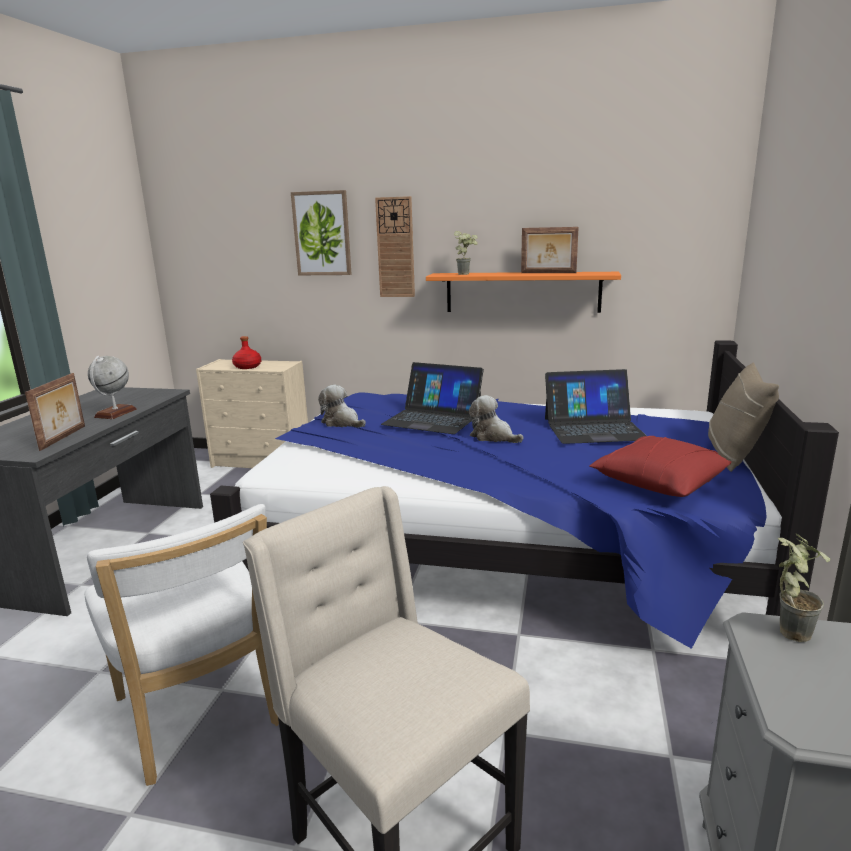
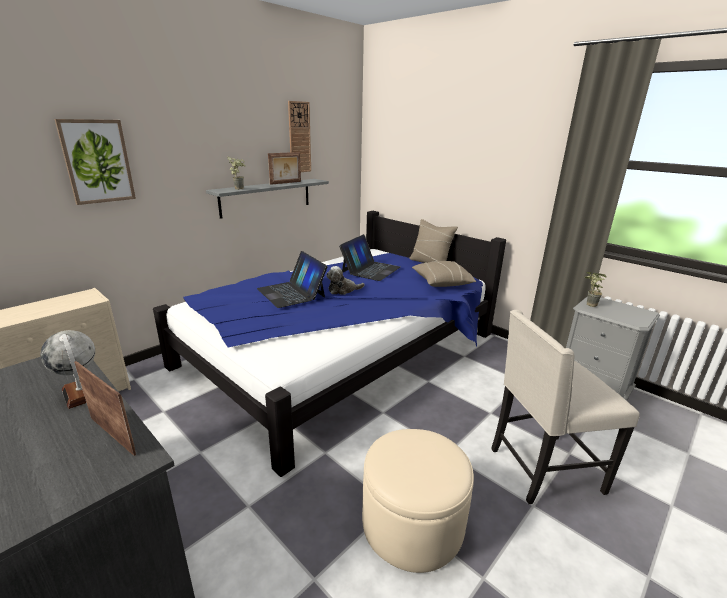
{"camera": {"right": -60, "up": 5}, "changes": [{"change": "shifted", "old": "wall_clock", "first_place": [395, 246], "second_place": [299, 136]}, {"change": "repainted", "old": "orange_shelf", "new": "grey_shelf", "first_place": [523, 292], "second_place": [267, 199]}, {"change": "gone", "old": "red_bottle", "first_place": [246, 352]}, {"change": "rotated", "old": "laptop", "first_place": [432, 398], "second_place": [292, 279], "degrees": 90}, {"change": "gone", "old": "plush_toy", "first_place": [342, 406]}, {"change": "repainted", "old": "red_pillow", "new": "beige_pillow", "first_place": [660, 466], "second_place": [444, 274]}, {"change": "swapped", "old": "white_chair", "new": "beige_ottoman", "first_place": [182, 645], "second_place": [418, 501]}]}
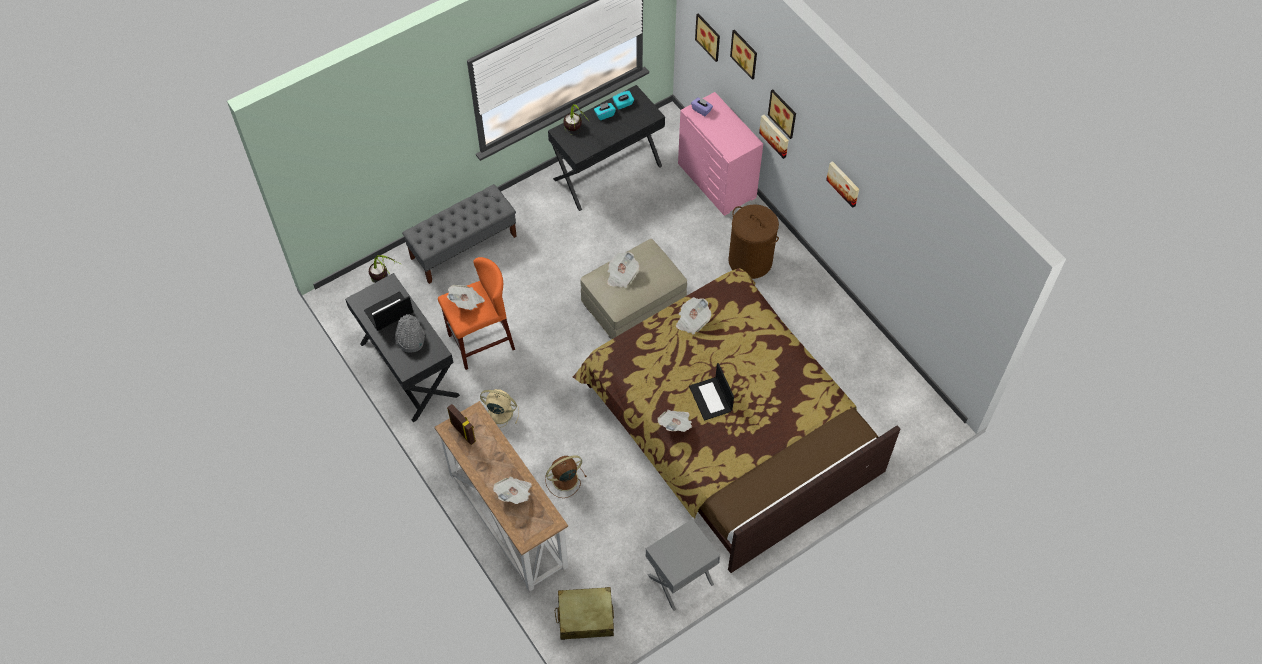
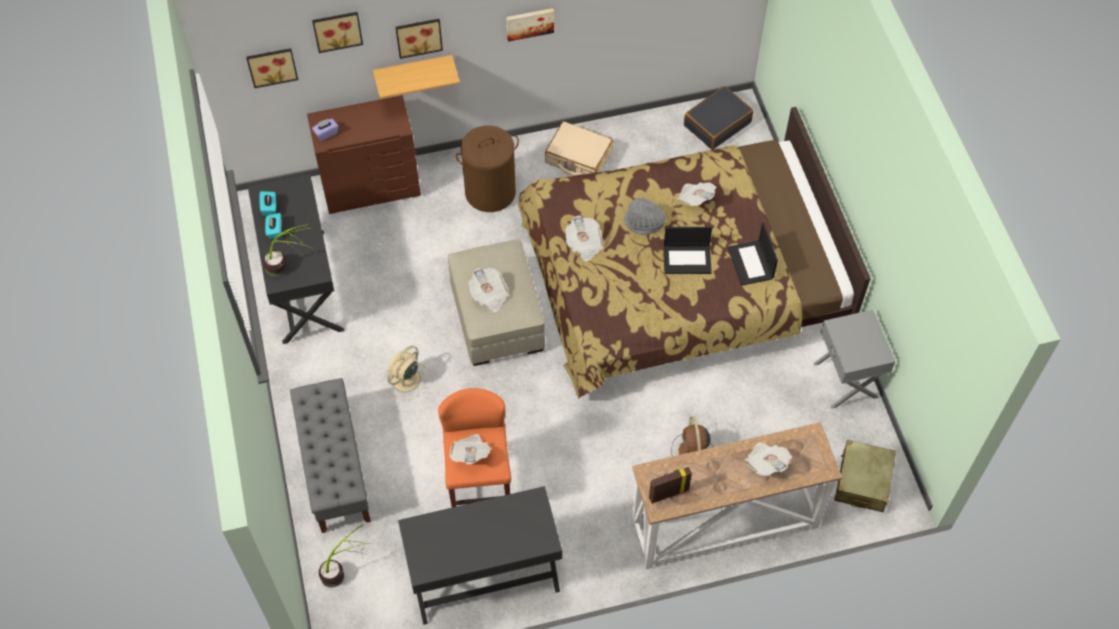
{"camera": {"right": -70, "up": 0}, "changes": [{"change": "repainted", "old": "pink_dresser", "new": "brown_dresser", "first_place": [720, 154], "second_place": [364, 154]}, {"change": "swapped", "old": "picture", "new": "shelf", "first_place": [774, 137], "second_place": [416, 77]}, {"change": "shifted", "old": "laptop", "first_place": [388, 311], "second_place": [753, 254]}, {"change": "shifted", "old": "grey_hat", "first_place": [410, 333], "second_place": [645, 216]}, {"change": "shifted", "old": "beige_fan", "first_place": [499, 408], "second_place": [405, 373]}, {"change": "shifted", "old": "newspaper", "first_place": [674, 421], "second_place": [696, 194]}, {"change": "new", "new": "black_suitcase", "second_place": [719, 118]}, {"change": "new", "new": "beige_suitcase", "second_place": [579, 148]}]}
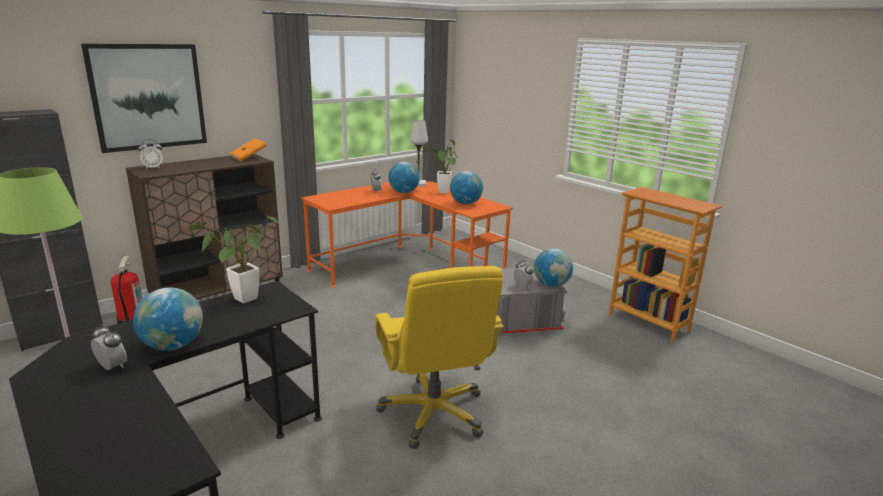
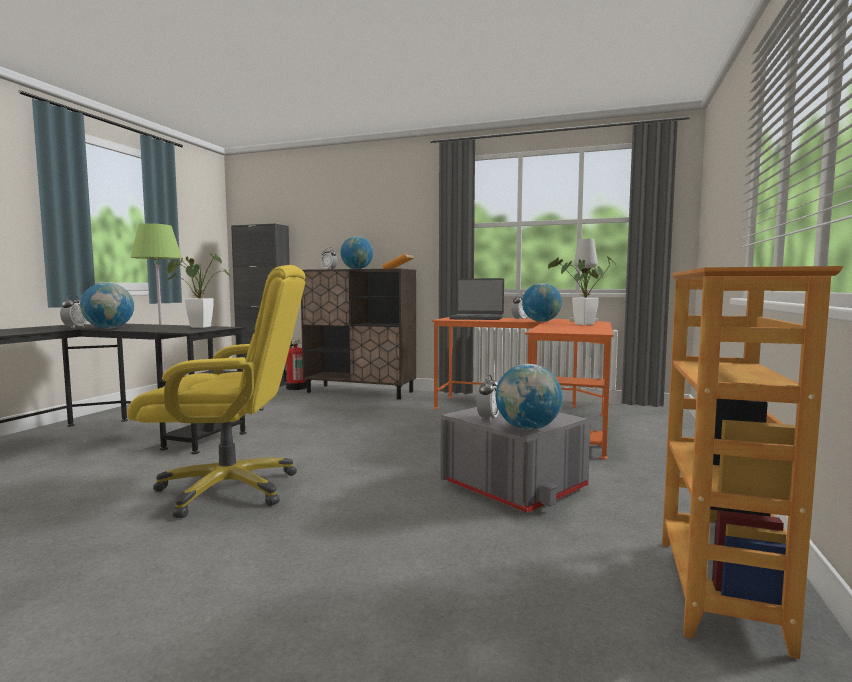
{"camera": {"right": 60, "up": -15}, "changes": [{"change": "gone", "old": "picture", "first_place": [144, 98]}, {"change": "shifted", "old": "globe", "first_place": [466, 187], "second_place": [356, 252]}, {"change": "rotated", "old": "yellow_office_chair", "first_place": [439, 357], "second_place": [216, 391], "degrees": -135}, {"change": "new", "new": "laptop", "second_place": [476, 299]}]}
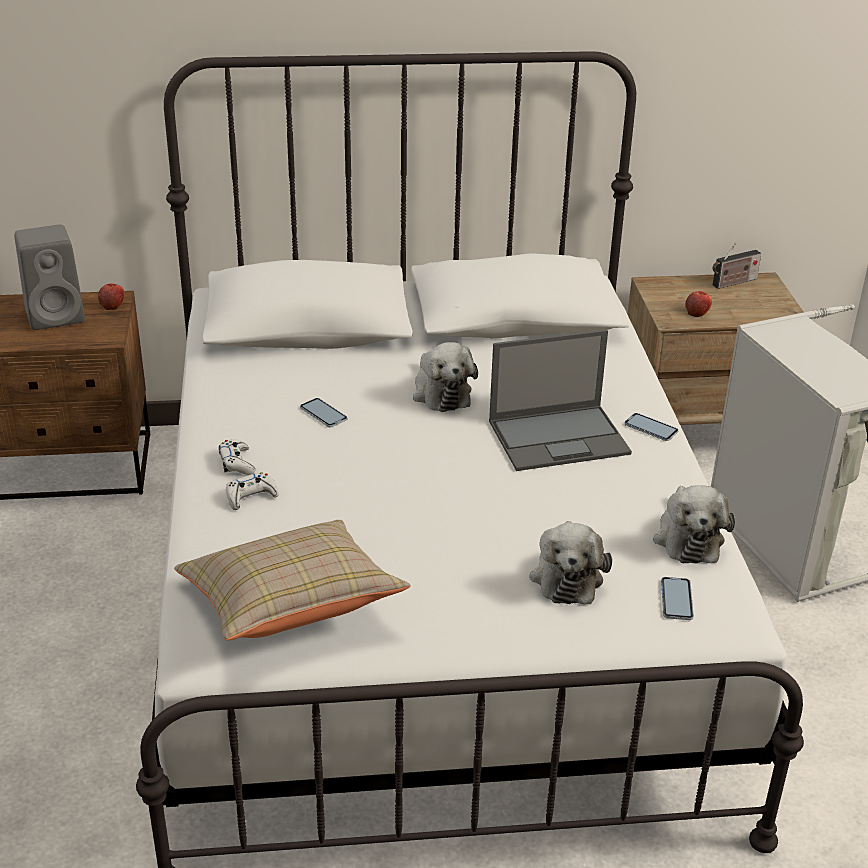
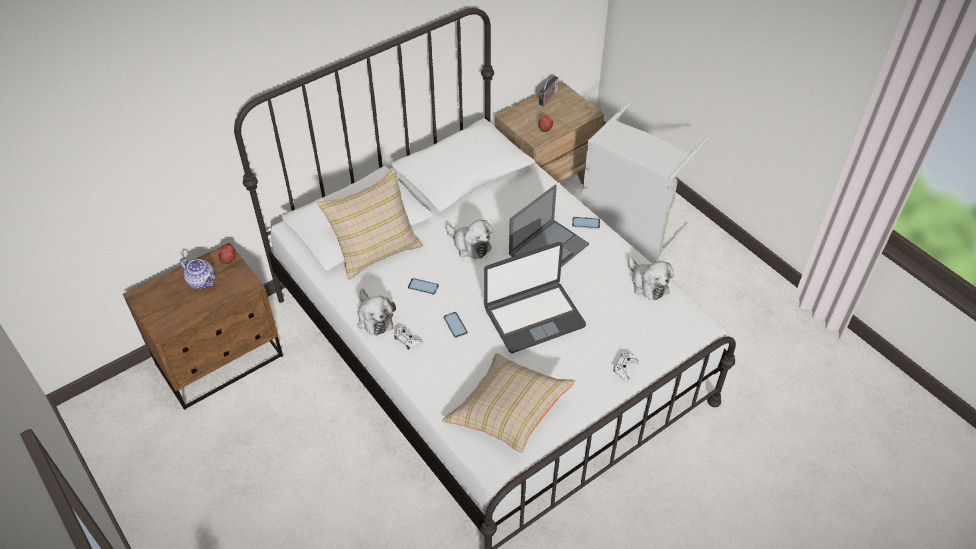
{"camera": {"right": -30, "up": 15}, "changes": [{"change": "swapped", "old": "grey_speaker", "new": "teapot", "first_place": [49, 277], "second_place": [197, 273]}, {"change": "shifted", "old": "white_game_controller", "first_place": [252, 491], "second_place": [626, 367]}, {"change": "shifted", "old": "plush_toy", "first_place": [571, 562], "second_place": [376, 312]}, {"change": "shifted", "old": "phone", "first_place": [677, 598], "second_place": [456, 325]}, {"change": "new", "new": "beige_pillow", "second_place": [370, 224]}, {"change": "new", "new": "laptop", "second_place": [535, 297]}]}
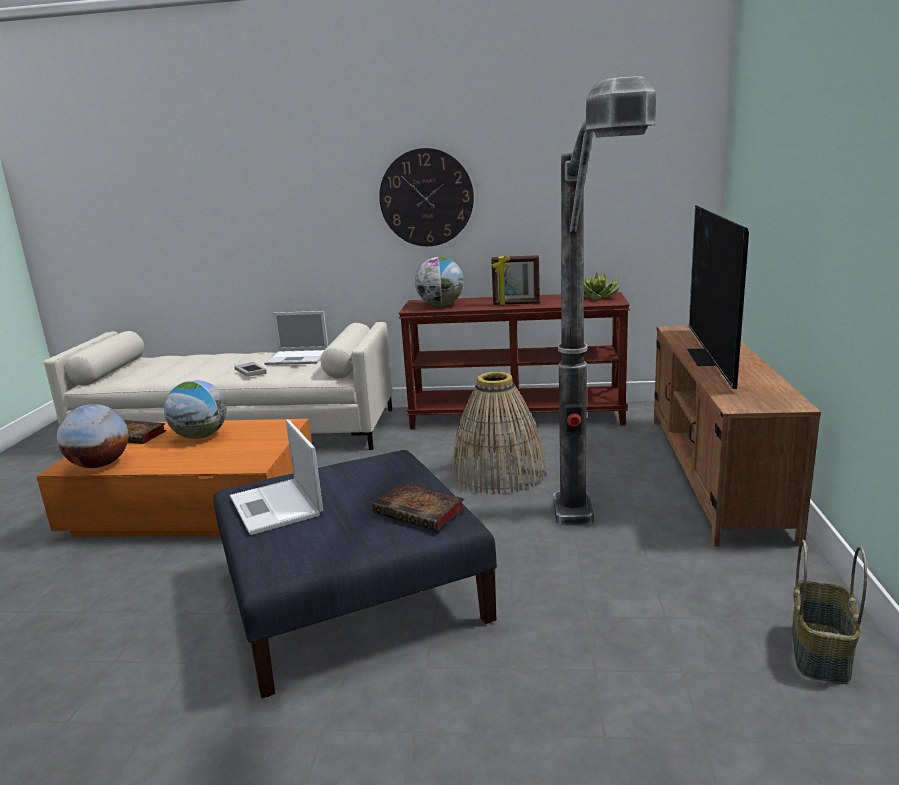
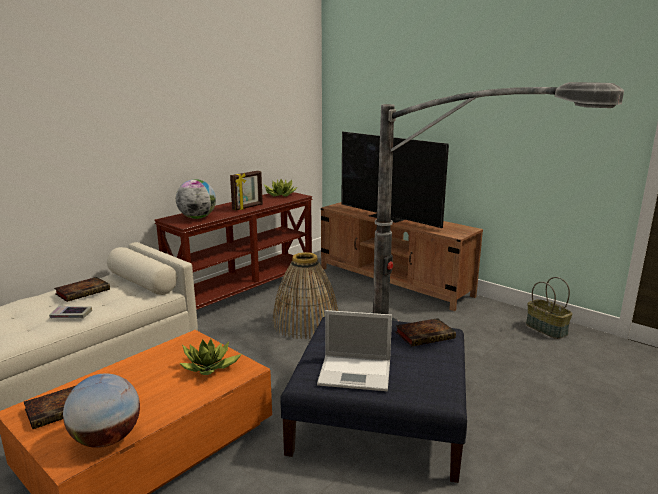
{"camera": {"right": -55, "up": 0}, "changes": [{"change": "gone", "old": "wall_clock", "first_place": [426, 197]}, {"change": "swapped", "old": "laptop", "new": "book", "first_place": [296, 338], "second_place": [82, 289]}, {"change": "gone", "old": "globe", "first_place": [195, 409]}, {"change": "new", "new": "potted_plant", "second_place": [211, 357]}]}
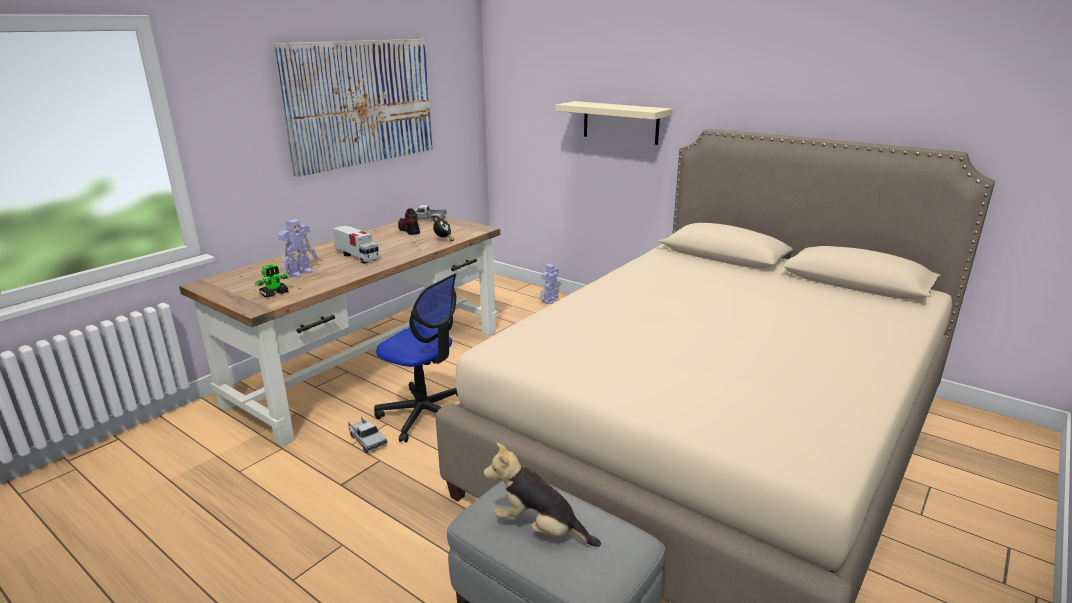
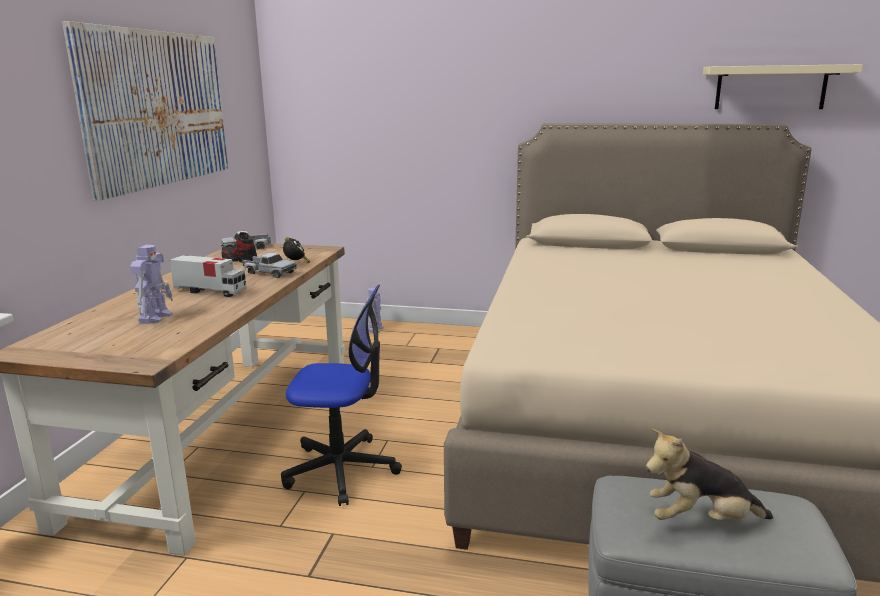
{"camera": {"right": -25, "up": -5}, "changes": [{"change": "shifted", "old": "beige_shelf", "first_place": [614, 123], "second_place": [783, 86]}, {"change": "gone", "old": "toy_robot", "first_place": [272, 280]}, {"change": "shifted", "old": "toy_truck", "first_place": [367, 435], "second_place": [269, 265]}]}
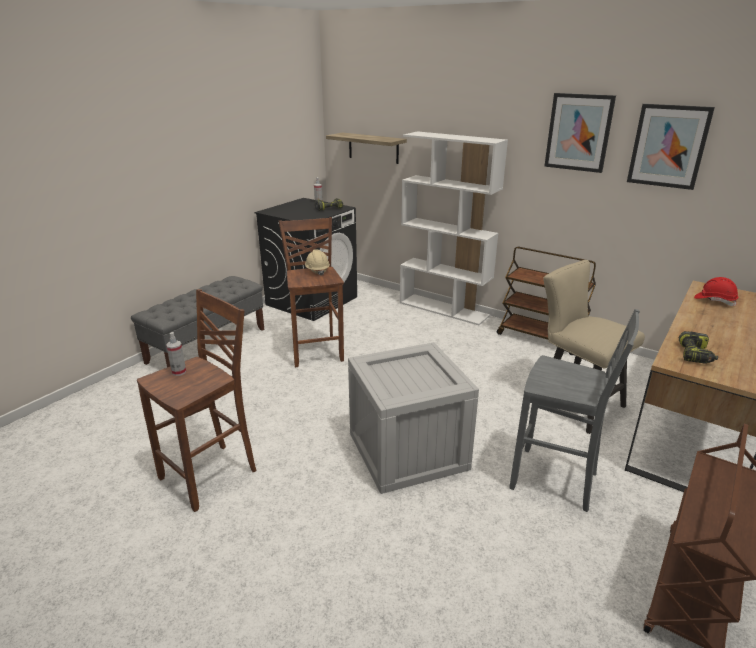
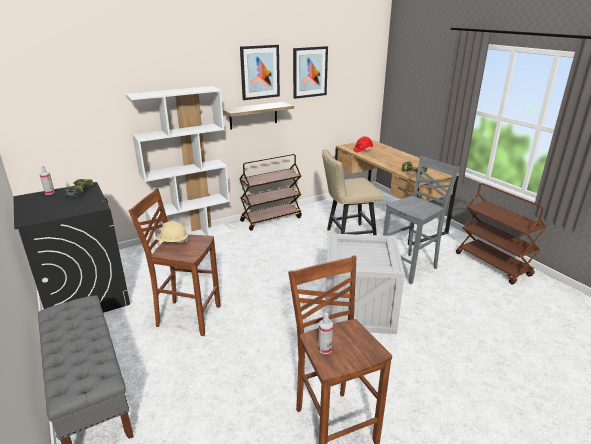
{"camera": {"right": -65, "up": 0}, "changes": [{"change": "shifted", "old": "shelf", "first_place": [366, 148], "second_place": [258, 115]}]}
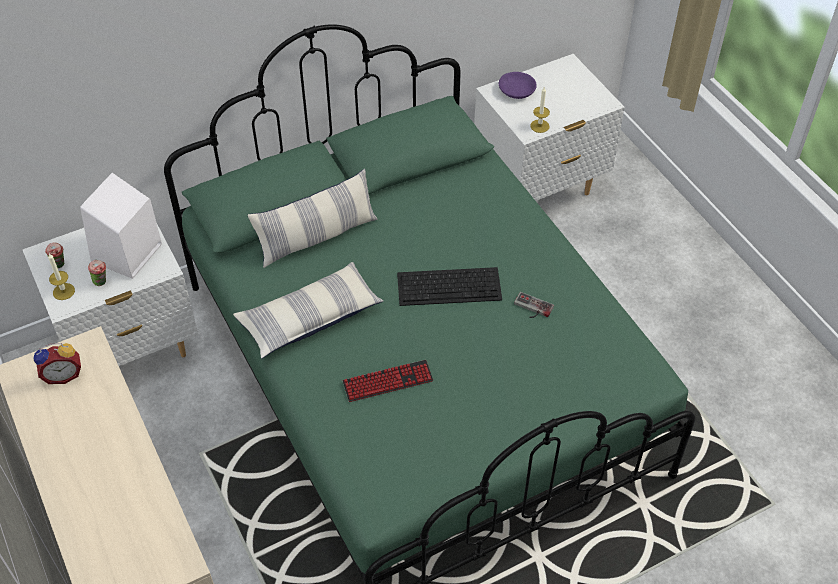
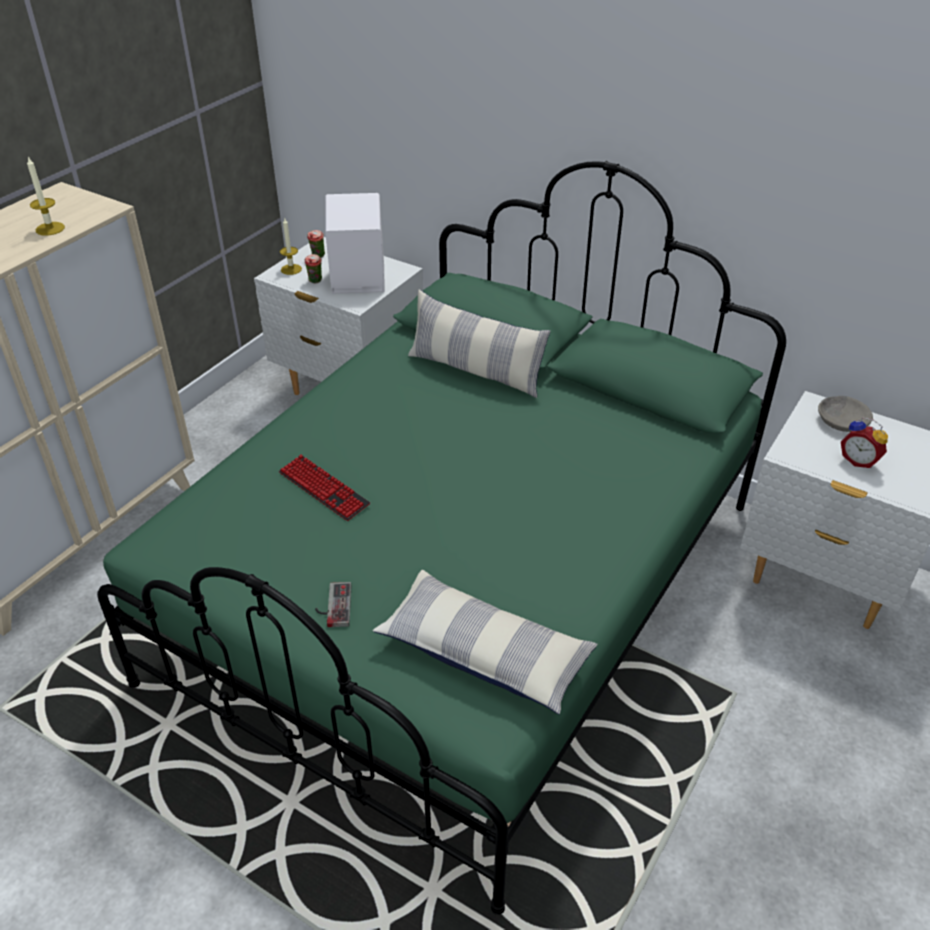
{"camera": {"right": 60, "up": -10}, "changes": [{"change": "repainted", "old": "purple_bowl", "new": "grey_bowl", "first_place": [518, 85], "second_place": [845, 414]}, {"change": "shifted", "old": "candle", "first_place": [540, 109], "second_place": [46, 196]}, {"change": "shifted", "old": "pillow", "first_place": [308, 310], "second_place": [485, 642]}, {"change": "gone", "old": "keyboard", "first_place": [449, 286]}, {"change": "shifted", "old": "game_controller", "first_place": [534, 305], "second_place": [333, 604]}, {"change": "shifted", "old": "alarm_clock", "first_place": [57, 363], "second_place": [864, 442]}]}
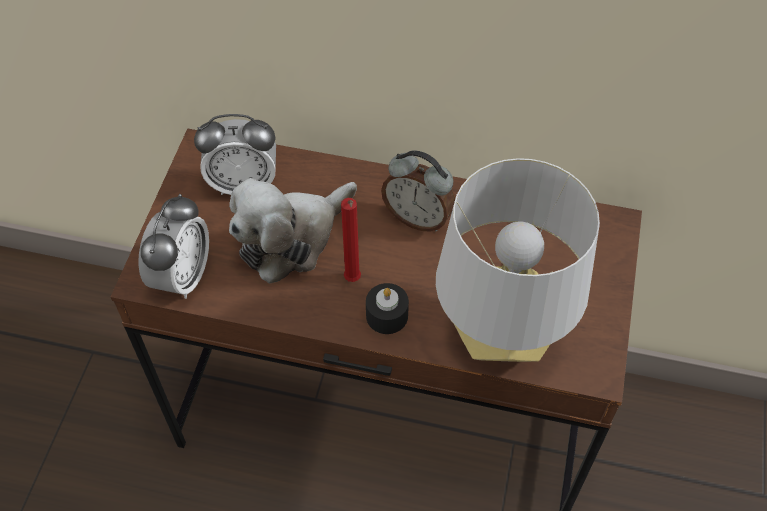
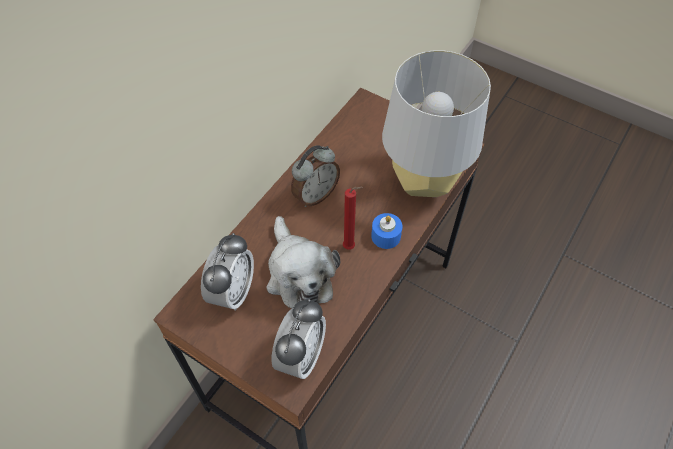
{"camera": {"right": -70, "up": 0}, "changes": [{"change": "rotated", "old": "alarm_clock", "first_place": [173, 246], "second_place": [299, 339], "degrees": 75}, {"change": "repainted", "old": "black_candle", "new": "blue_candle", "first_place": [387, 308], "second_place": [386, 231]}]}
